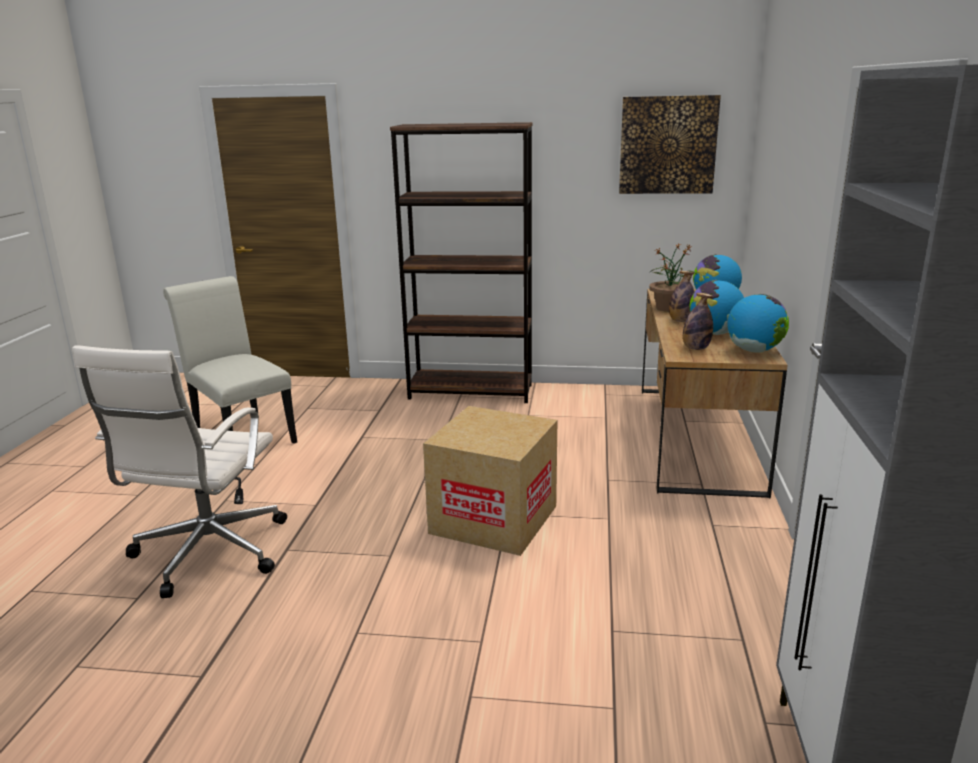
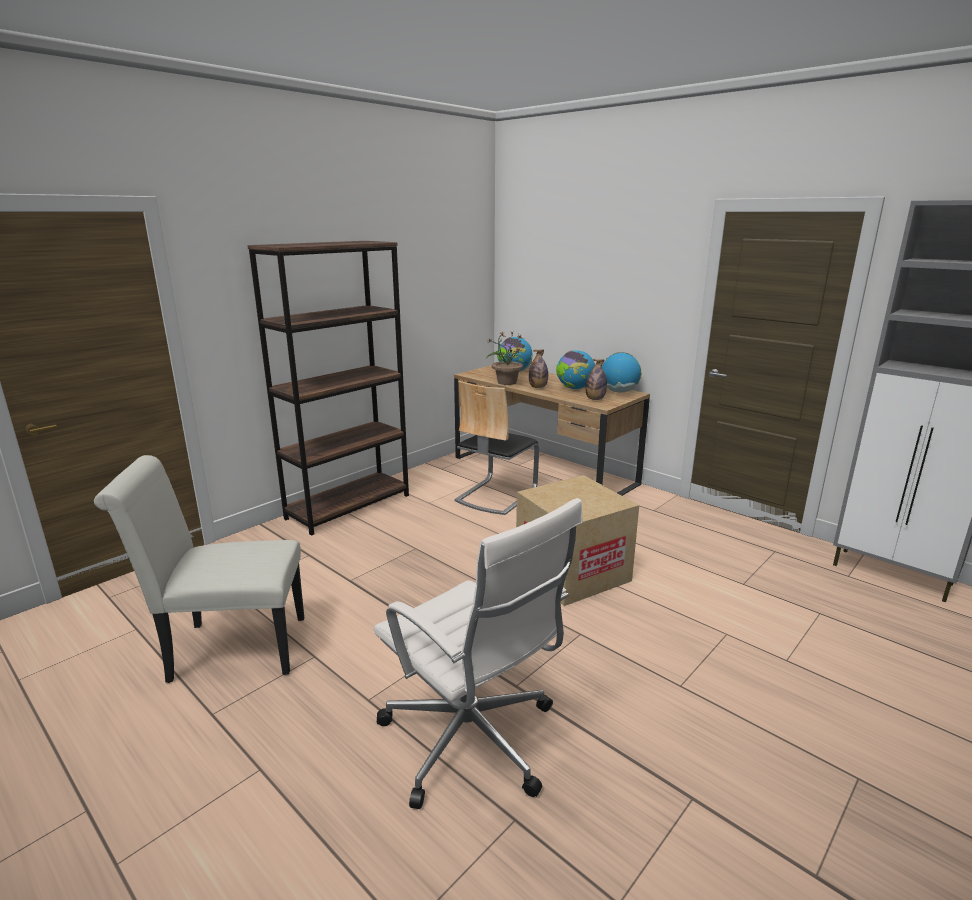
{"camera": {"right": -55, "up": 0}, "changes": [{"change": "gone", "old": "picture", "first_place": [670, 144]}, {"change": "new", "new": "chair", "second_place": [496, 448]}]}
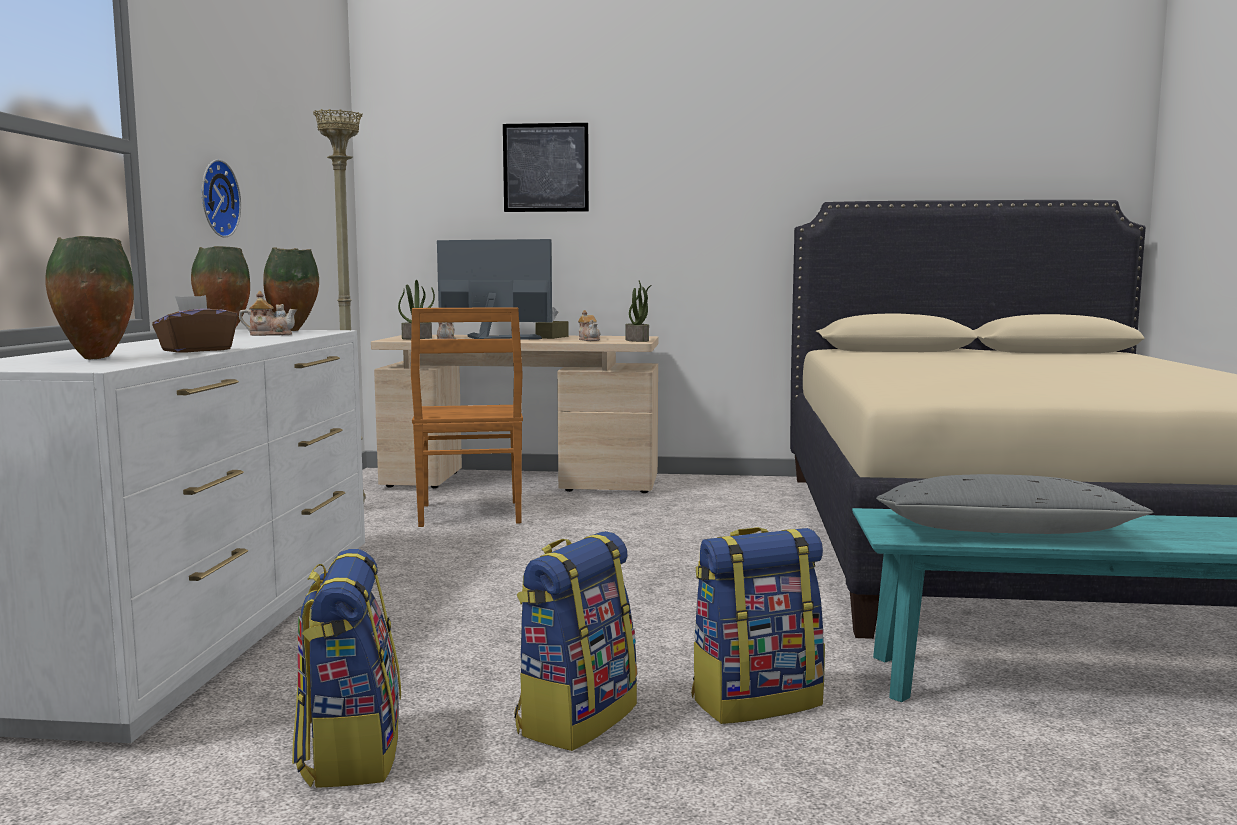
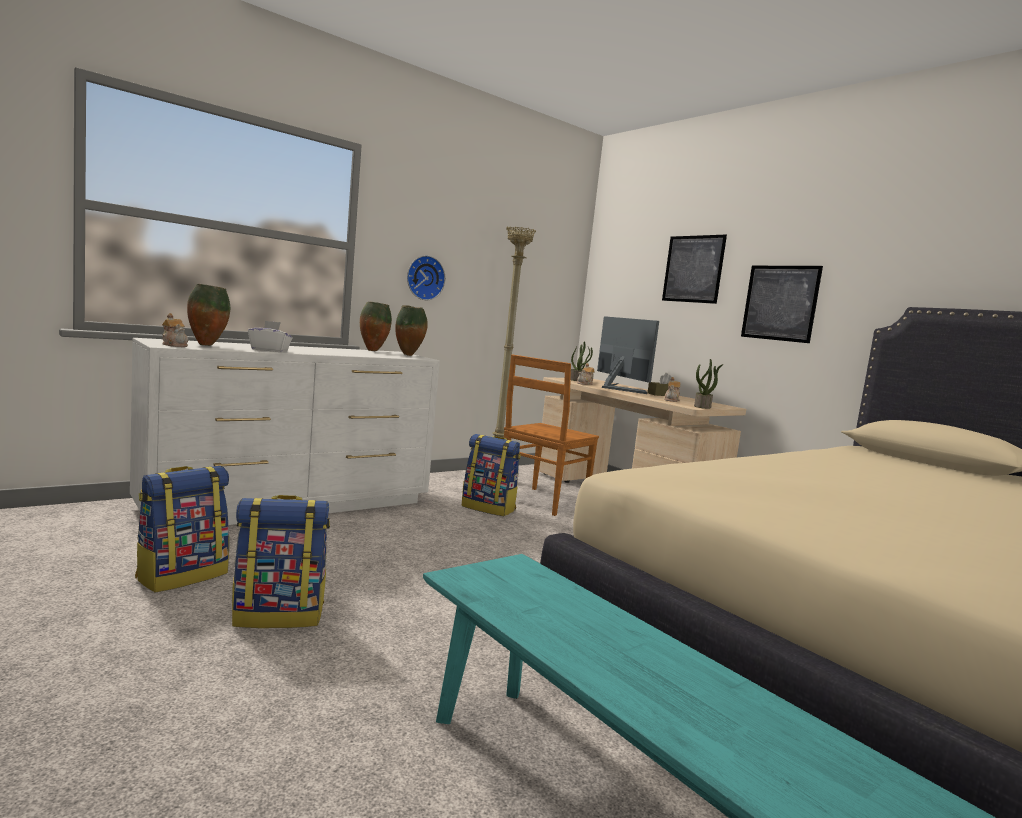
{"camera": {"right": 45, "up": 0}, "changes": [{"change": "shifted", "old": "teapot", "first_place": [268, 313], "second_place": [175, 330]}, {"change": "repainted", "old": "brown_tissue_box", "new": "white_tissue_box", "first_place": [194, 324], "second_place": [270, 336]}, {"change": "gone", "old": "grey_pillow", "first_place": [1015, 504]}, {"change": "shifted", "old": "backpack", "first_place": [758, 625], "second_place": [491, 475]}, {"change": "new", "new": "picture", "second_place": [782, 304]}]}
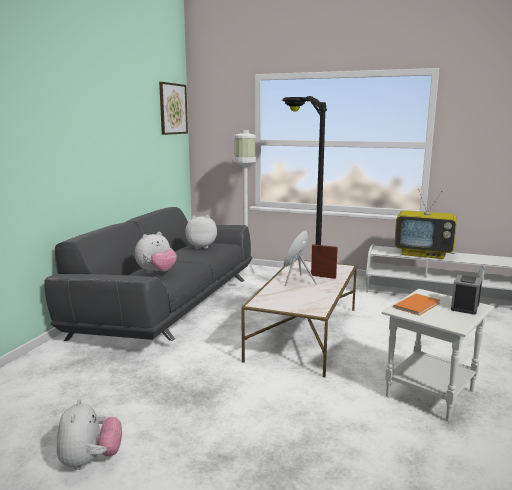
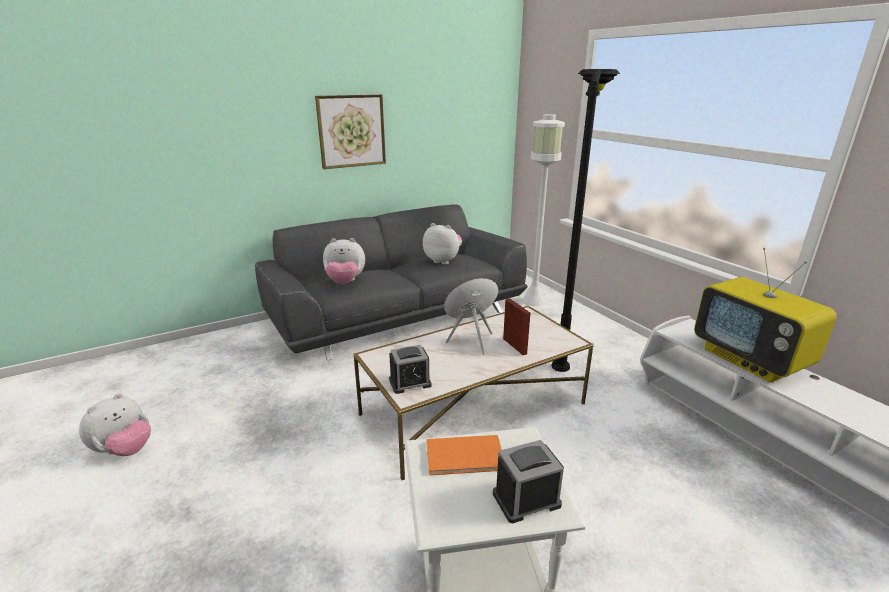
{"camera": {"right": 40, "up": 10}, "changes": [{"change": "shifted", "old": "picture", "first_place": [173, 108], "second_place": [350, 131]}, {"change": "new", "new": "alarm_clock", "second_place": [410, 369]}]}
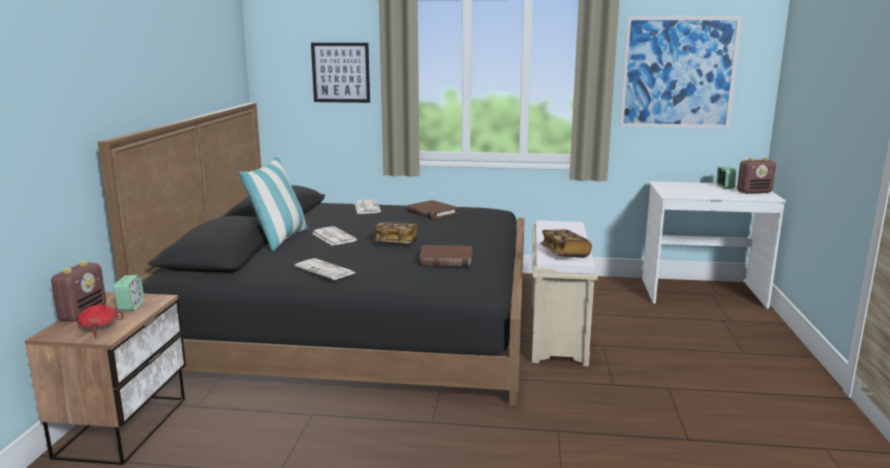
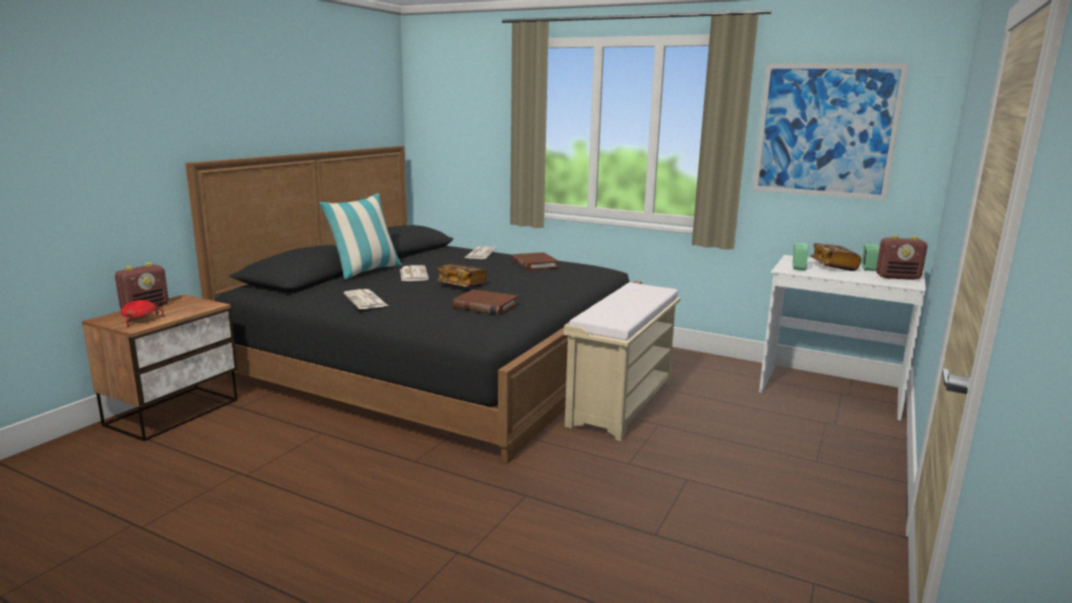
{"camera": {"right": 20, "up": 0}, "changes": [{"change": "gone", "old": "picture", "first_place": [340, 73]}, {"change": "shifted", "old": "book", "first_place": [566, 243], "second_place": [836, 257]}, {"change": "shifted", "old": "alarm_clock", "first_place": [129, 293], "second_place": [800, 256]}]}
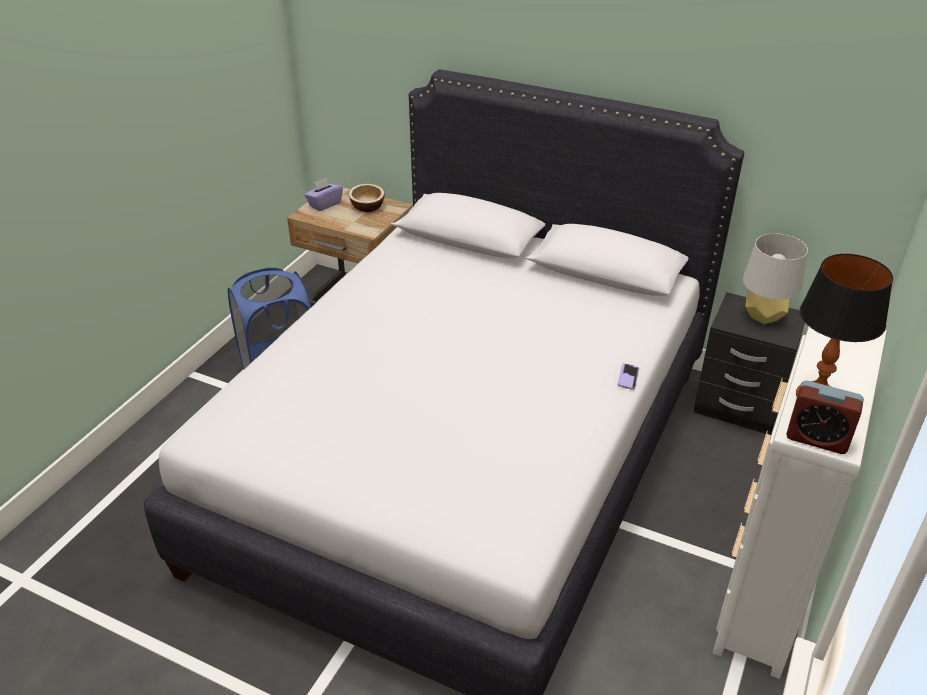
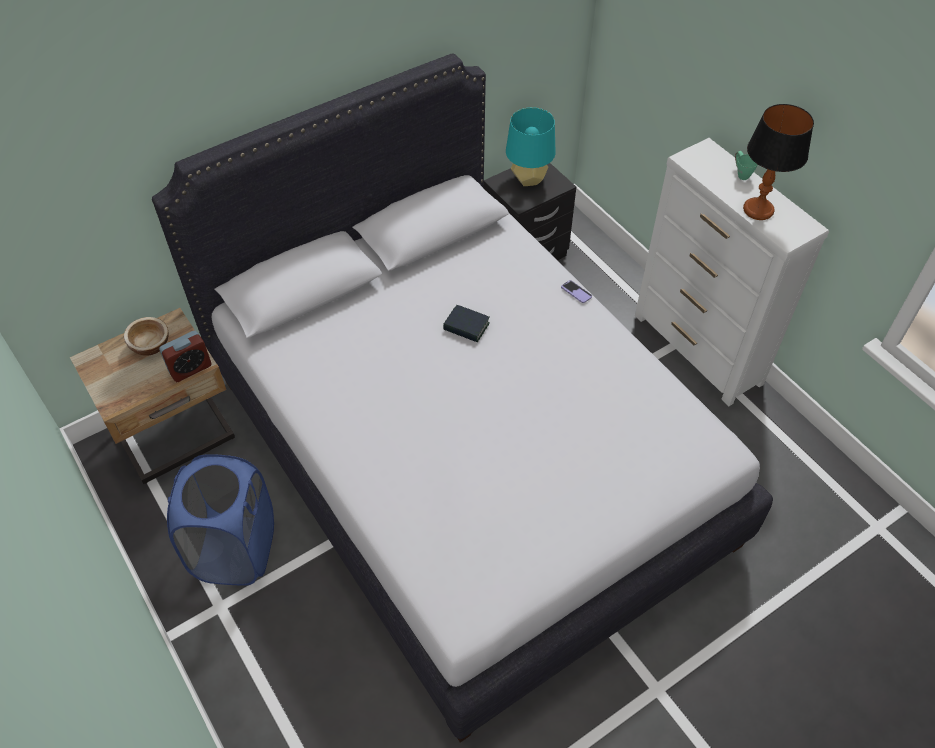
{"camera": {"right": -60, "up": 15}, "changes": [{"change": "gone", "old": "purple_tissue_box", "first_place": [324, 194]}, {"change": "repainted", "old": "grey_table_lamp", "new": "turquoise_table_lamp", "first_place": [775, 278], "second_place": [530, 146]}, {"change": "shifted", "old": "alarm_clock", "first_place": [825, 417], "second_place": [185, 356]}, {"change": "new", "new": "green_mug", "second_place": [746, 165]}, {"change": "new", "new": "book", "second_place": [466, 324]}]}
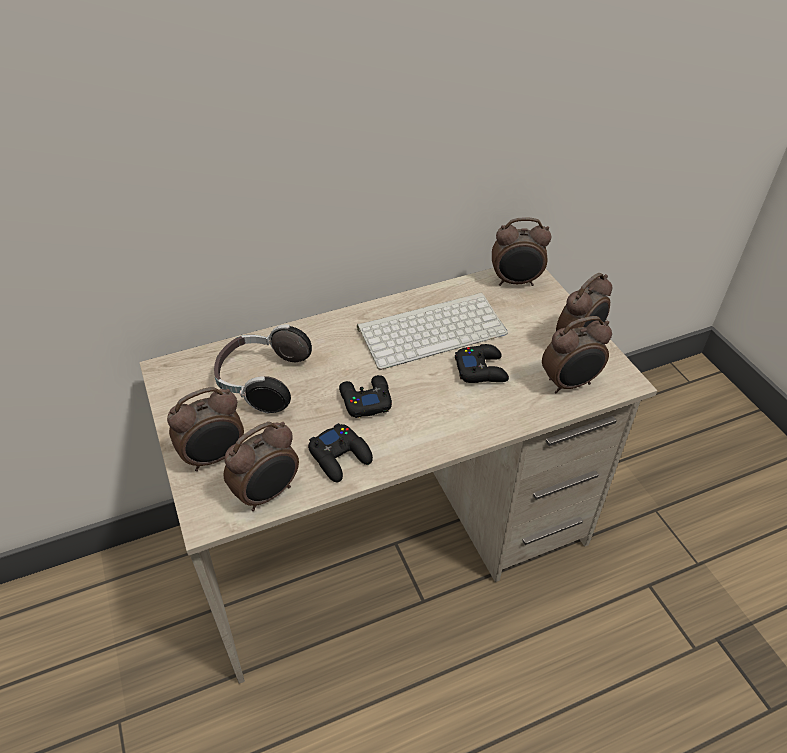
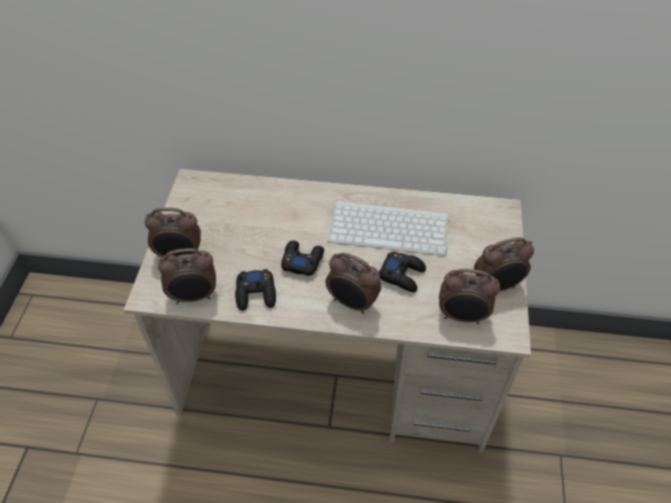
{"camera": {"right": 30, "up": 5}, "changes": [{"change": "shifted", "old": "alarm_clock", "first_place": [521, 252], "second_place": [353, 283]}, {"change": "gone", "old": "headphones", "first_place": [263, 369]}]}
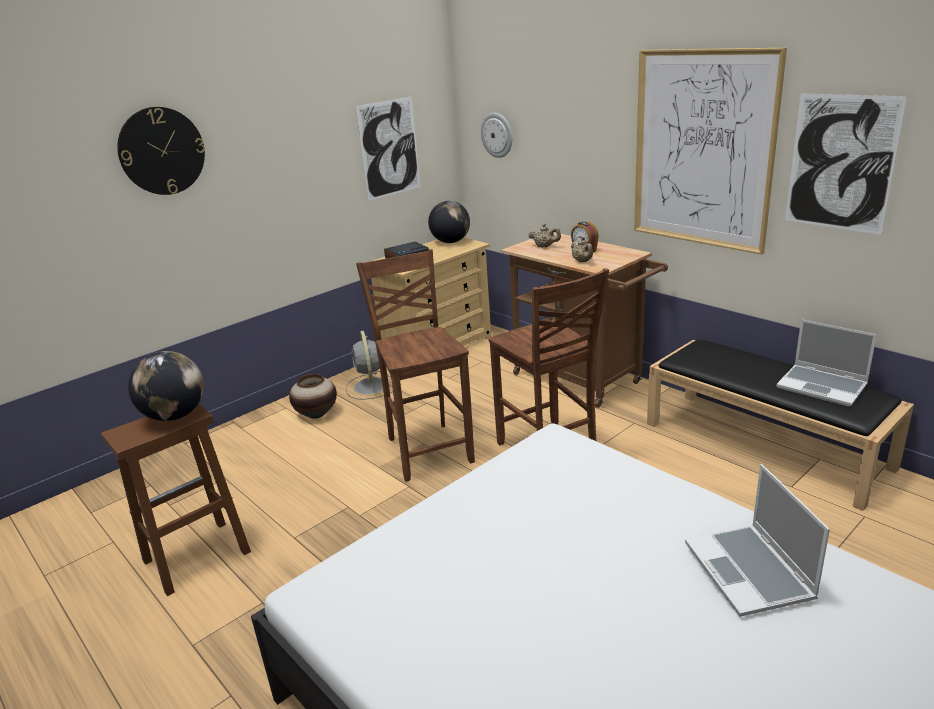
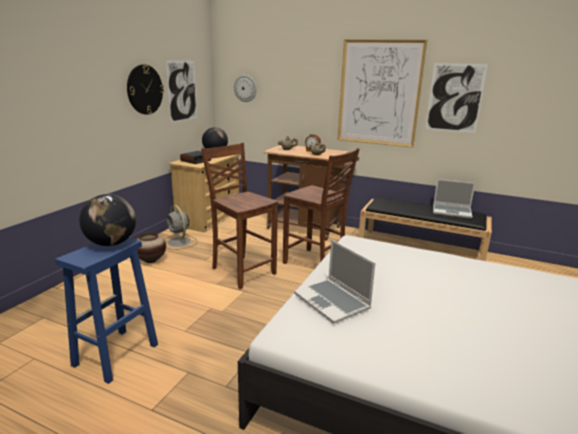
{"camera": {"right": -25, "up": -5}, "changes": [{"change": "shifted", "old": "wall_clock", "first_place": [161, 151], "second_place": [145, 89]}, {"change": "repainted", "old": "brown_stool", "new": "blue_stool", "first_place": [176, 500], "second_place": [106, 311]}, {"change": "shifted", "old": "laptop", "first_place": [757, 540], "second_place": [334, 282]}]}
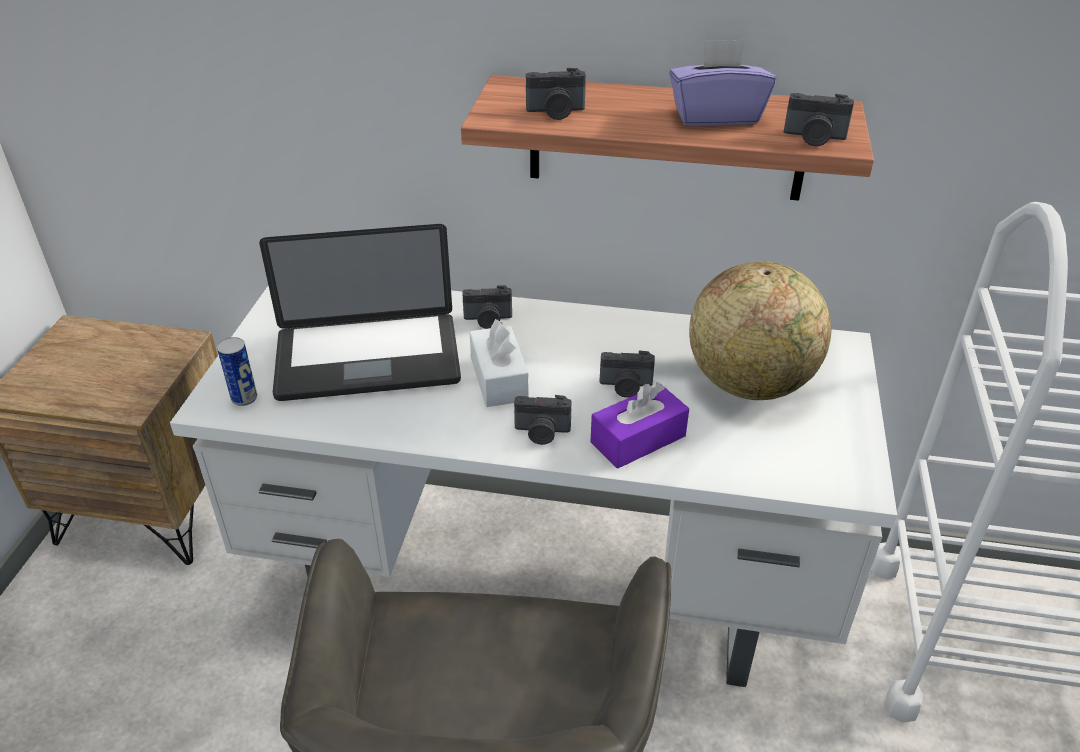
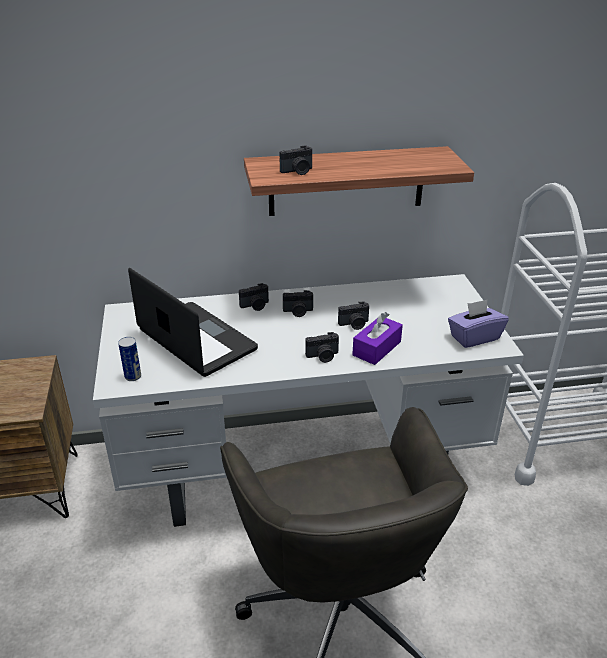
{"camera": {"right": -20, "up": -5}, "changes": [{"change": "shifted", "old": "purple_tissue_box", "first_place": [722, 82], "second_place": [478, 324]}, {"change": "shifted", "old": "photo_camera", "first_place": [819, 119], "second_place": [298, 303]}, {"change": "rotated", "old": "laptop", "first_place": [360, 312], "second_place": [193, 322], "degrees": -105}, {"change": "gone", "old": "globe", "first_place": [760, 330]}, {"change": "gone", "old": "white_tissue_box", "first_place": [499, 363]}]}
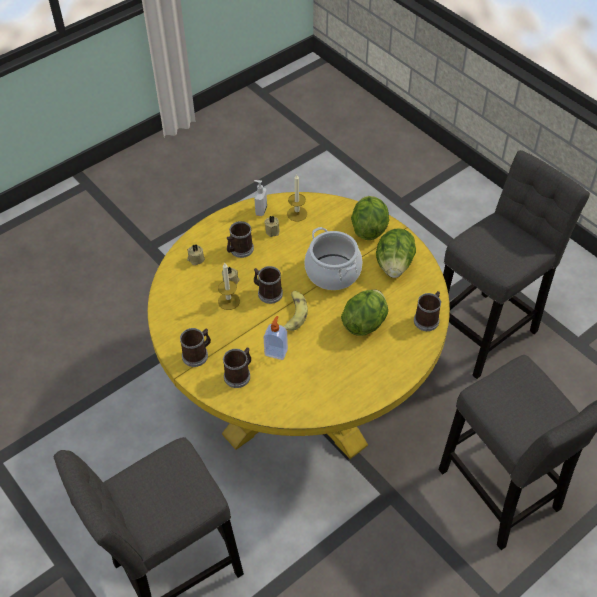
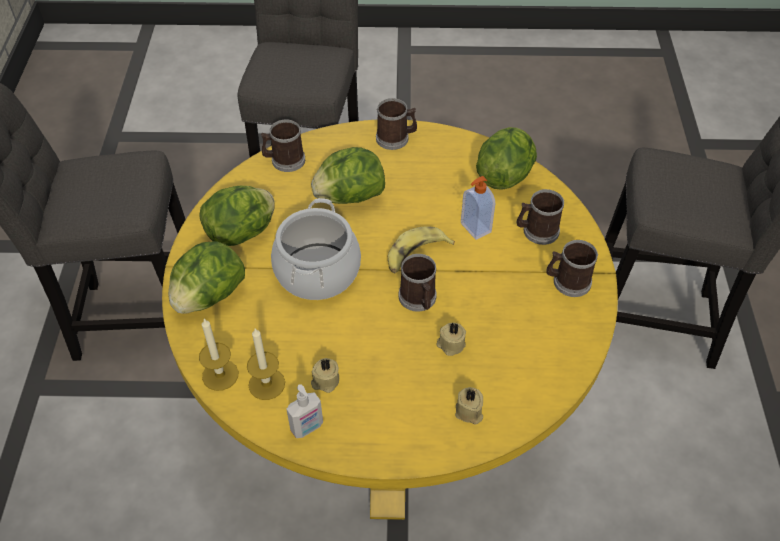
{"camera": {"right": -140, "up": 0}, "changes": [{"change": "shifted", "old": "mug", "first_place": [240, 239], "second_place": [396, 124]}, {"change": "shifted", "old": "candle", "first_place": [229, 286], "second_place": [219, 355]}, {"change": "new", "new": "lettuce", "second_place": [506, 158]}]}
